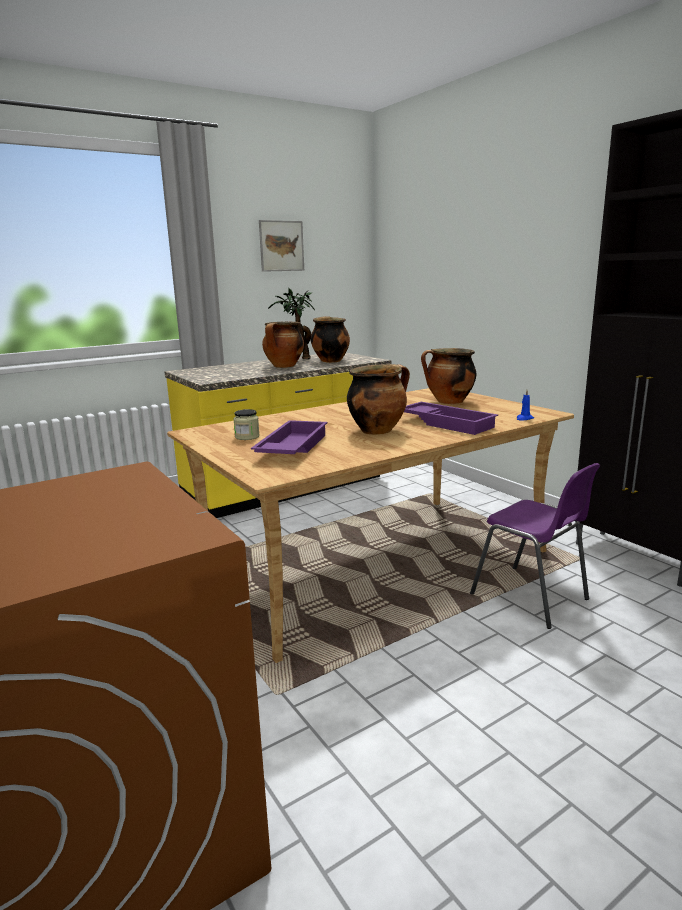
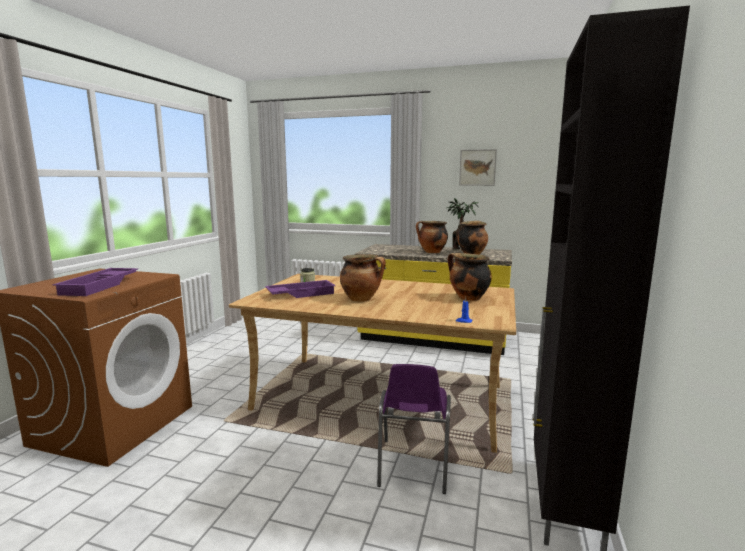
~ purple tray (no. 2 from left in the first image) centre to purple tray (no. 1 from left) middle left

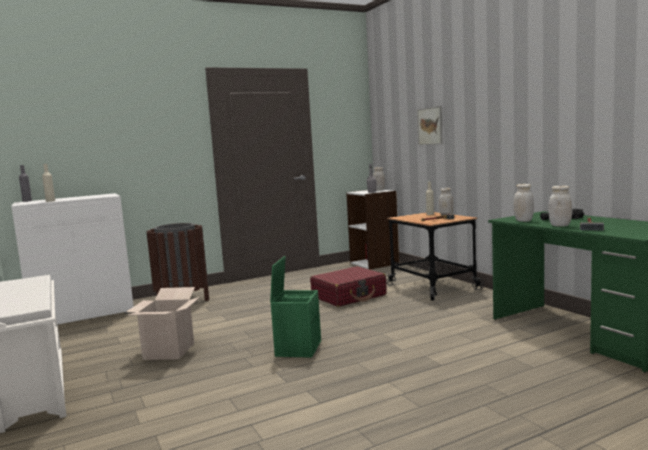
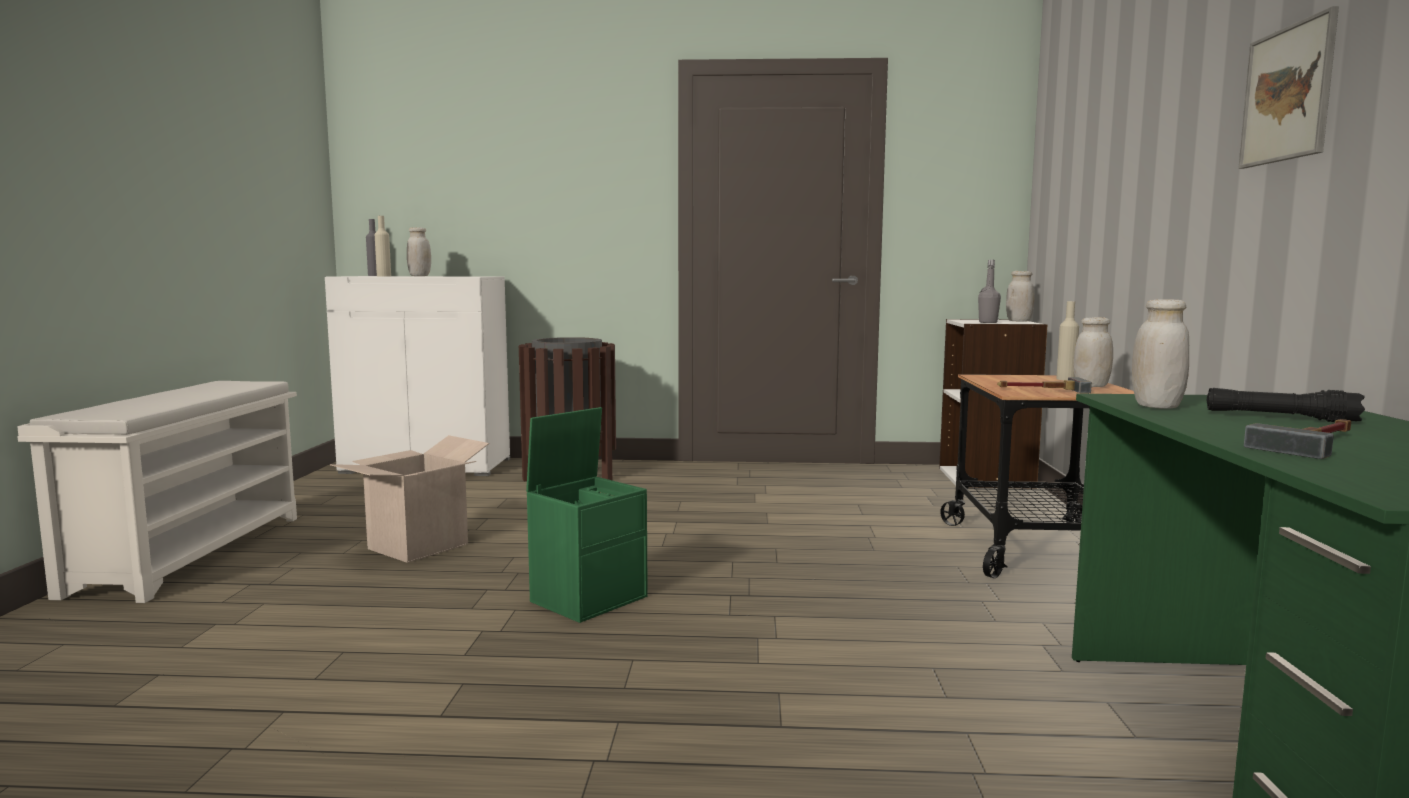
~ white jar (no. 4 from left in the first image) middle right to white jar (no. 1 from left) top left
~ picture top centre to top right
- red suitcase centre

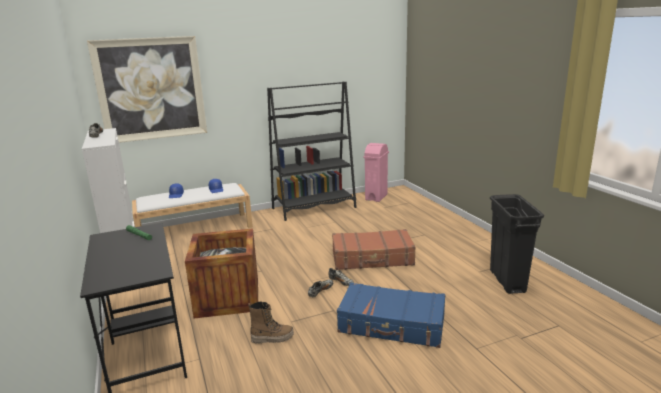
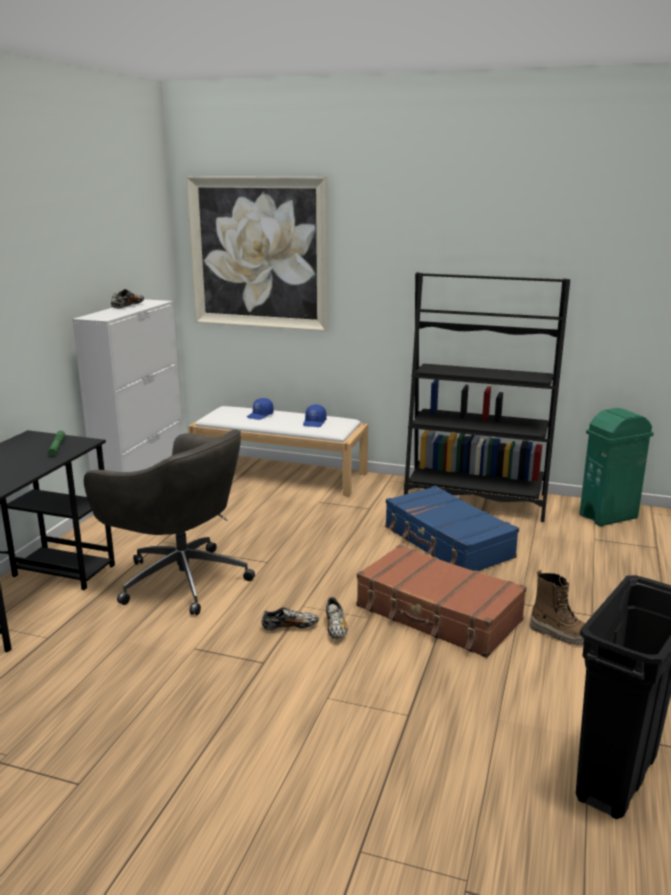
~ crate bottom centre to grey office chair middle left
~ blue suitcase bottom centre to middle right
~ boot bottom centre to bottom right
~ pink trash can centre to green trash can middle right

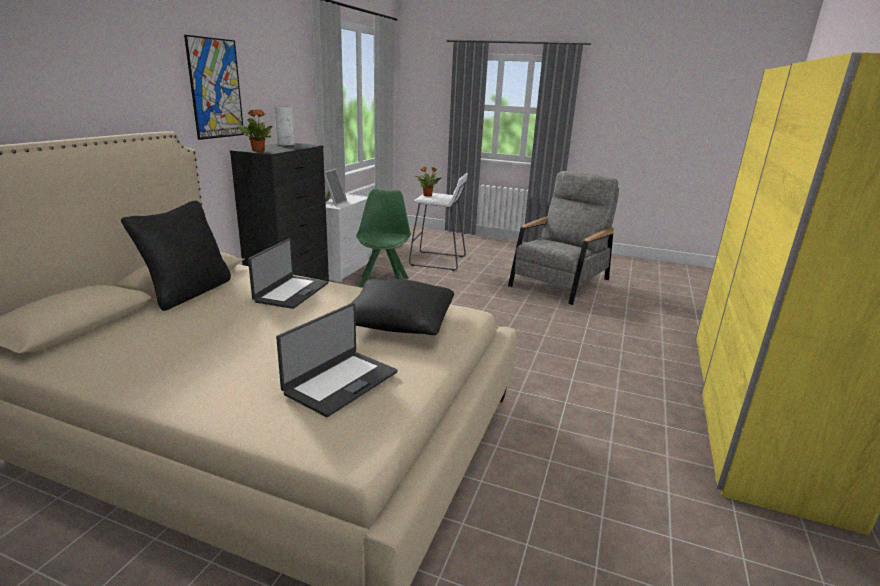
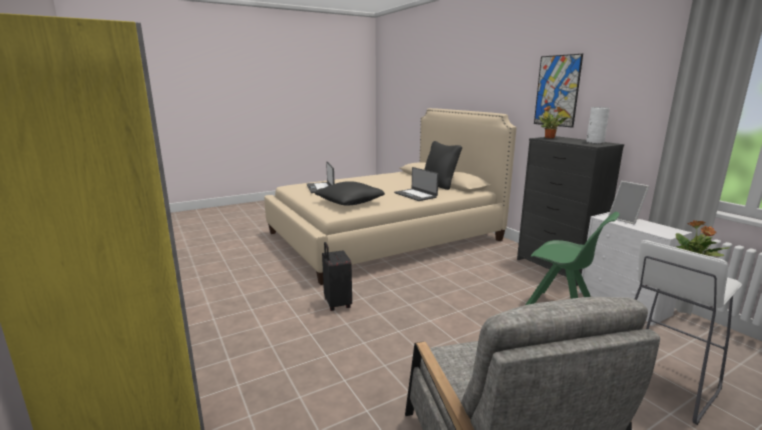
+ black suitcase centre

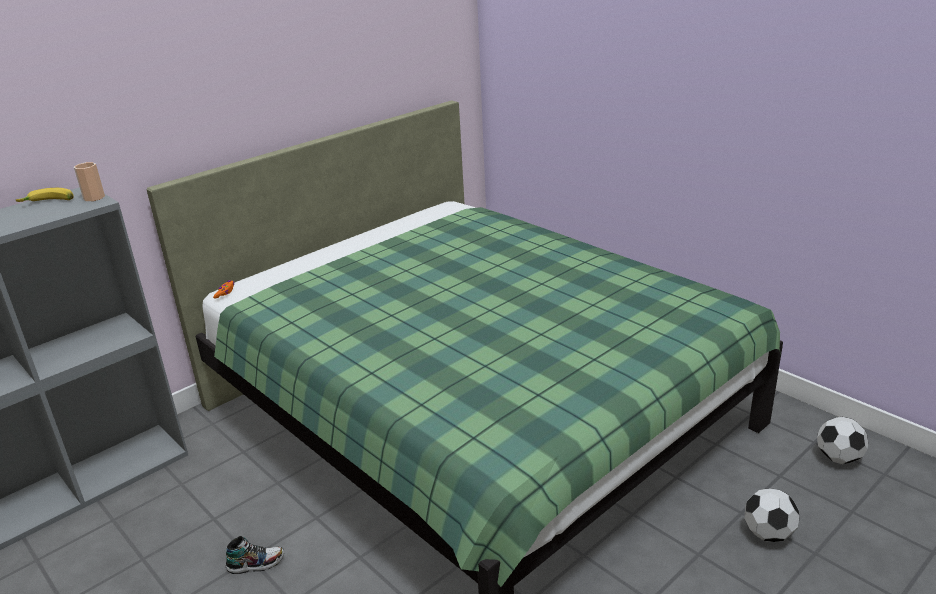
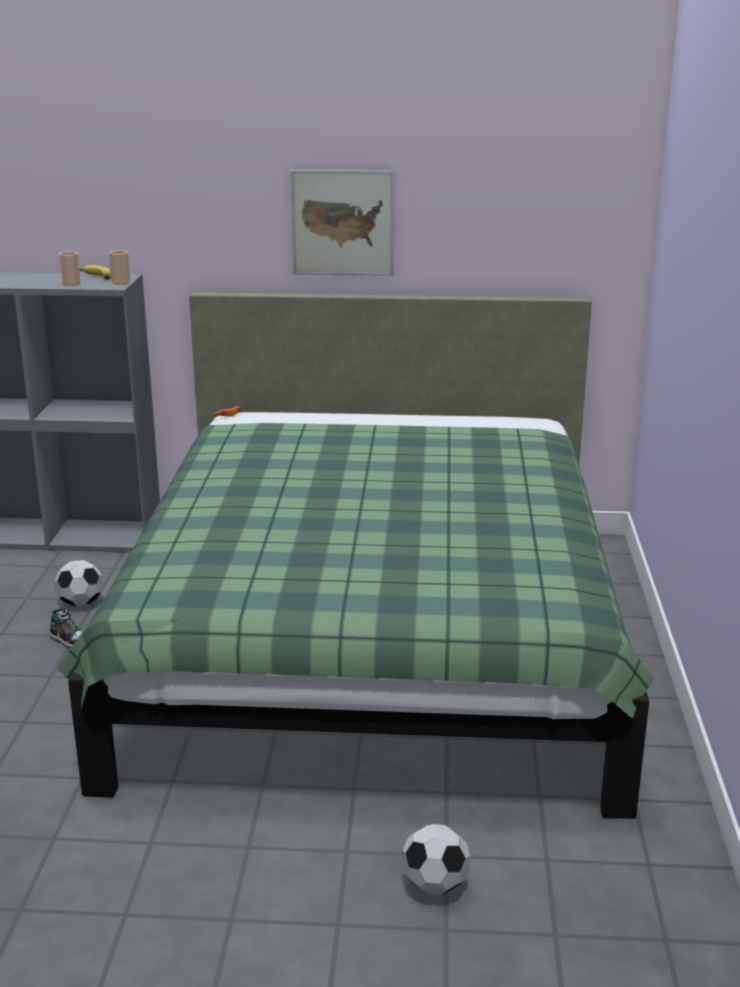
~ football (no. 2 from left in the first image) bottom right to football (no. 1 from left) middle left
+ cup (no. 1 from left) top left
+ picture top centre

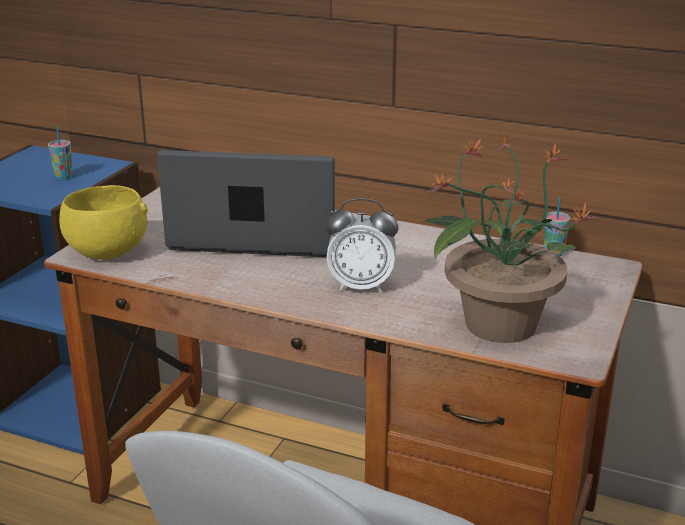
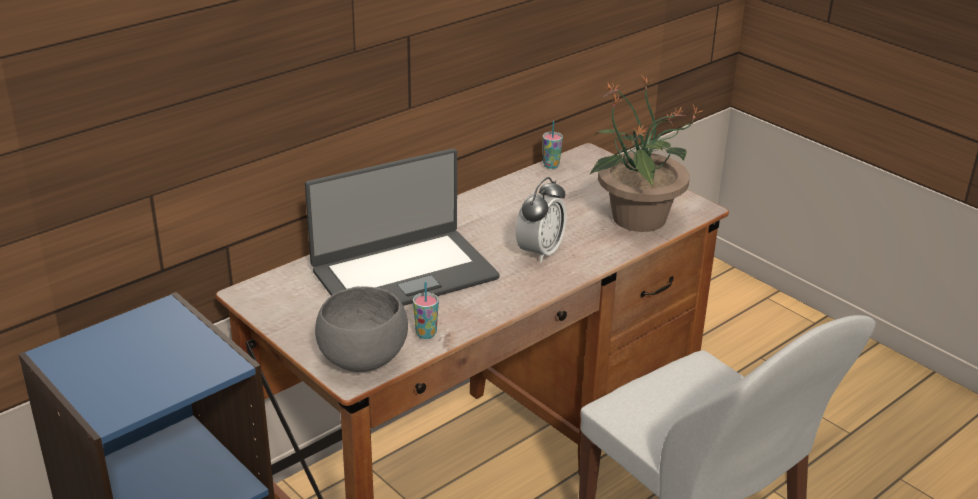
~ laptop centre = centre 150 degrees counterclockwise
~ yellow bowl middle left to grey bowl centre
~ cup (no. 1 from left) top left to centre

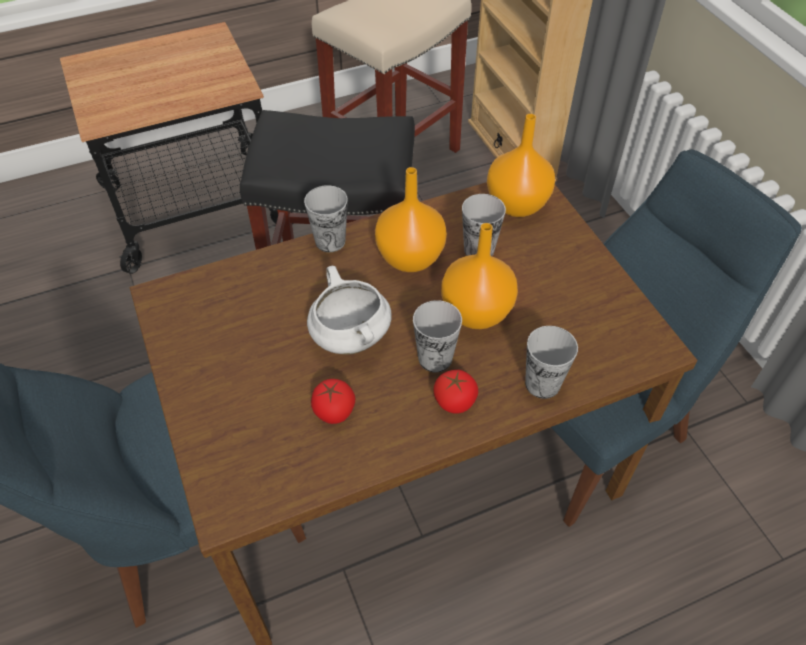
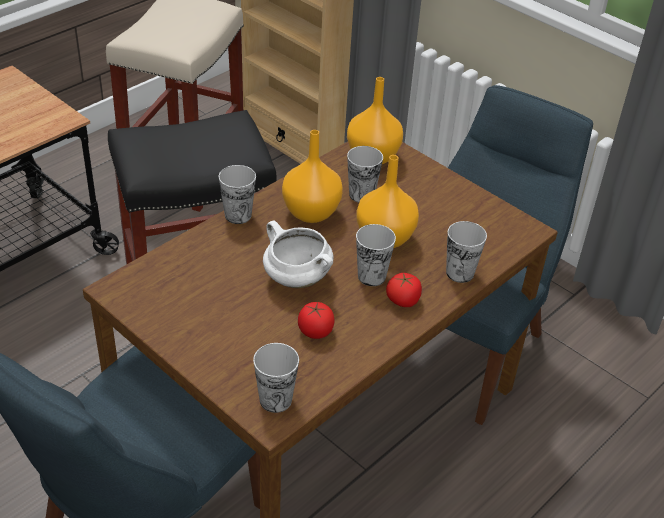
+ cup (no. 2 from left) bottom centre

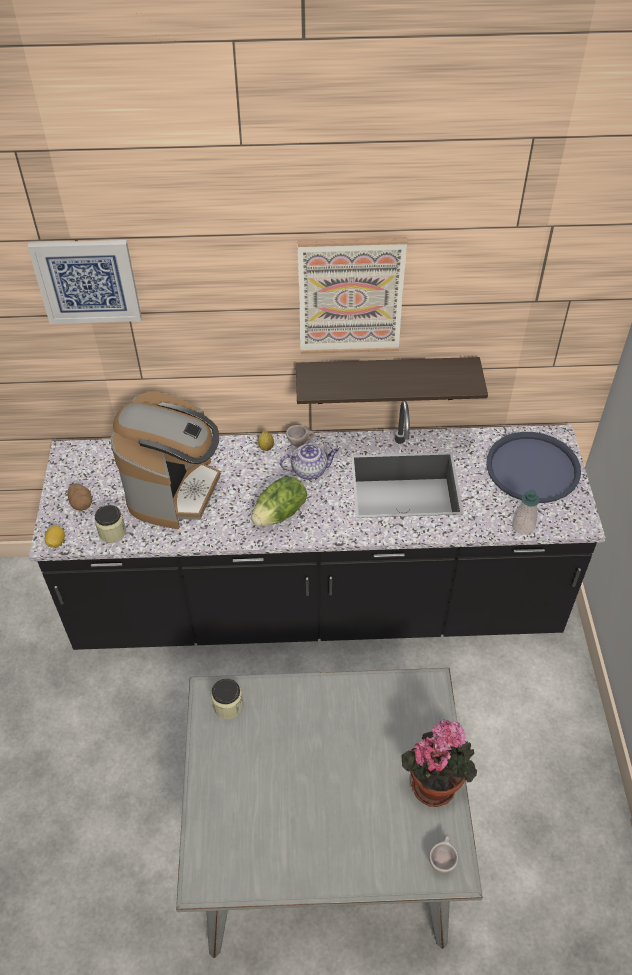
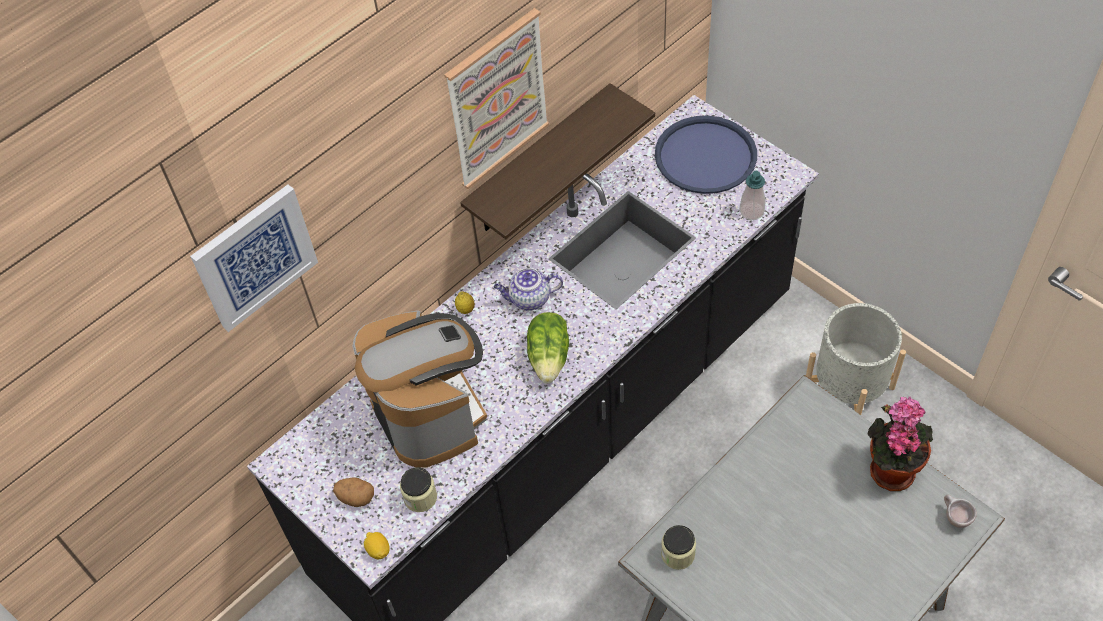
~ teapot centre = centre 135 degrees counterclockwise
+ grey planter middle right
- beige cup (no. 1 from left) centre

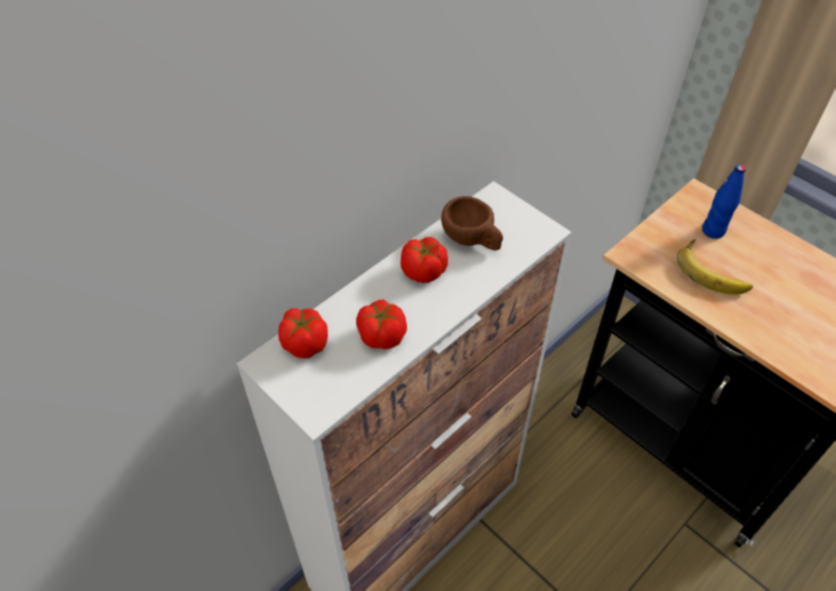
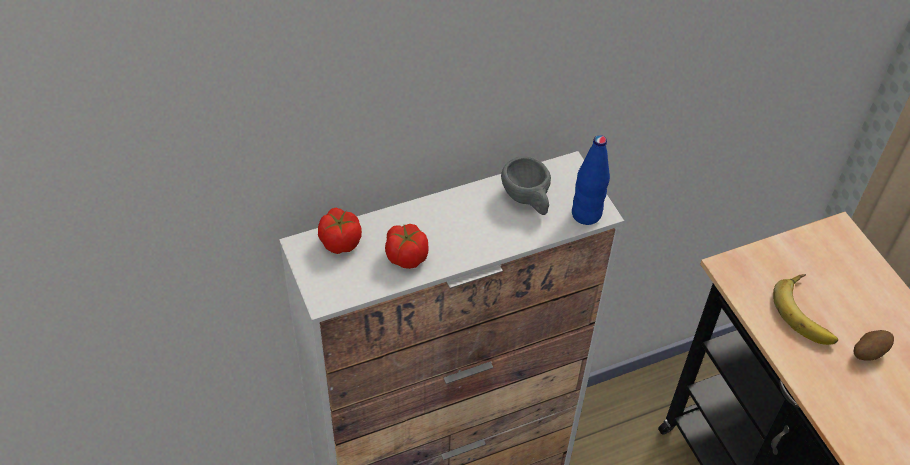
~ brown cup centre to grey cup centre
~ blue bottle middle right to centre
+ potato bottom right
- tomato (no. 3 from left) centre

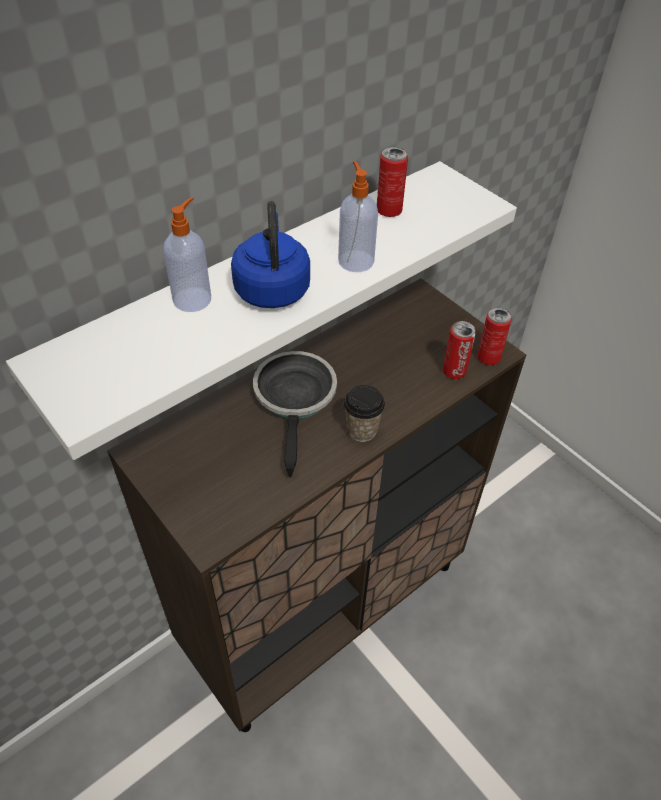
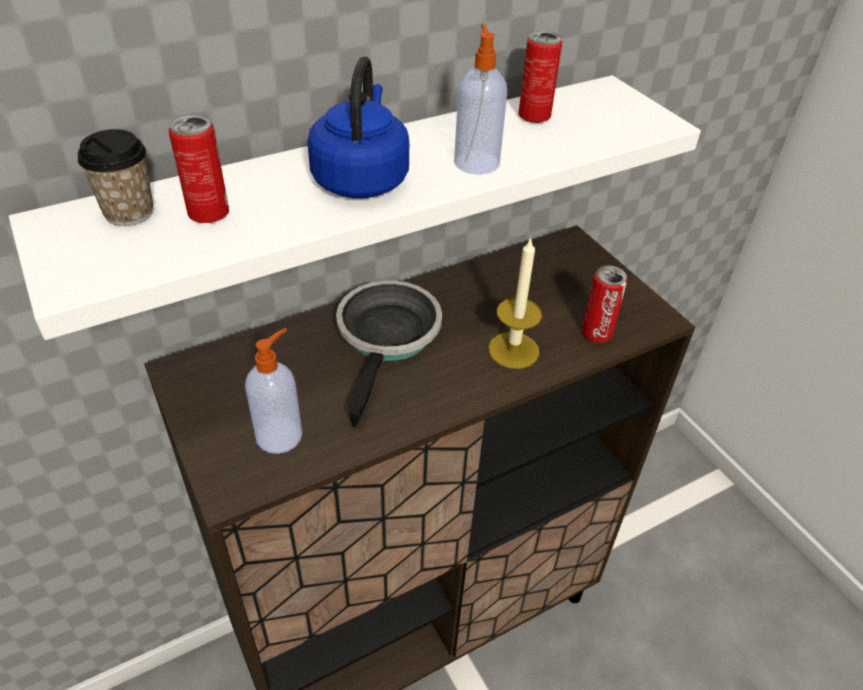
~ cup centre to top left
~ can (no. 3 from left in the first image) middle right to can (no. 1 from left) top left
~ soap dispenser (no. 1 from left) top left to middle left
+ candle centre

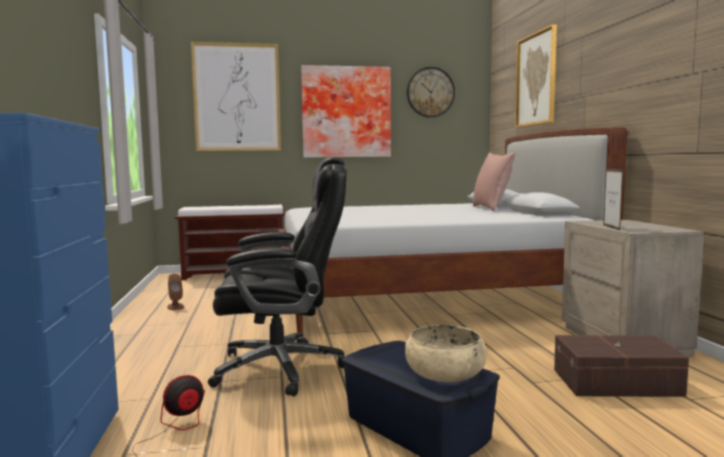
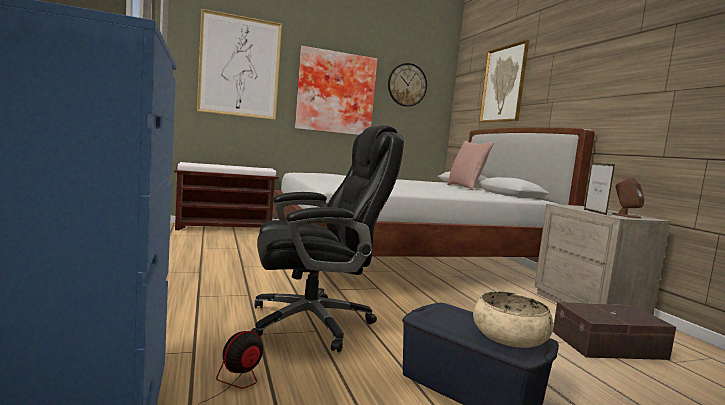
~ brown speaker middle left to middle right

